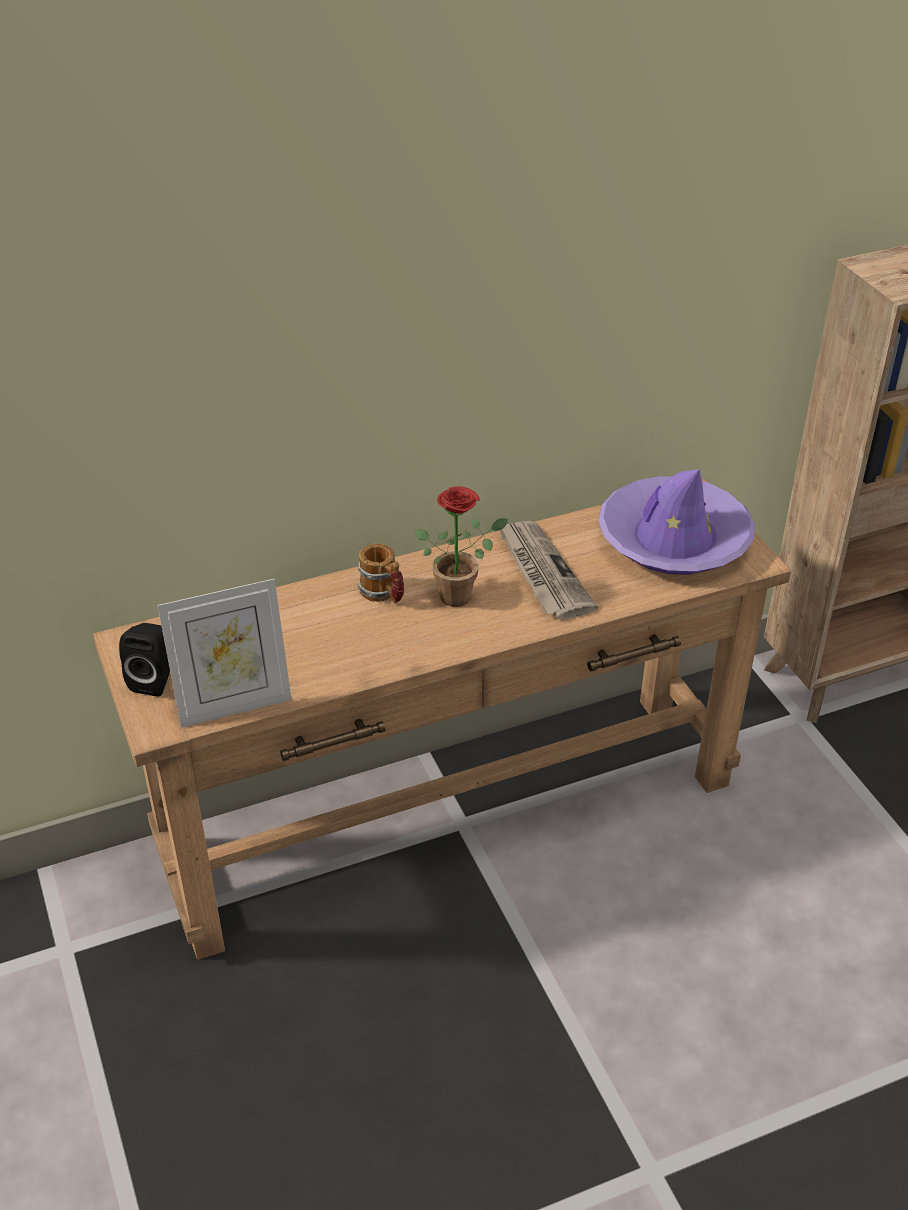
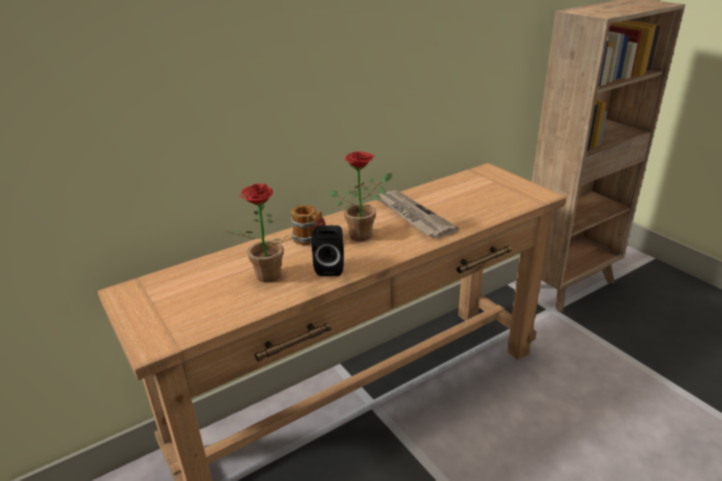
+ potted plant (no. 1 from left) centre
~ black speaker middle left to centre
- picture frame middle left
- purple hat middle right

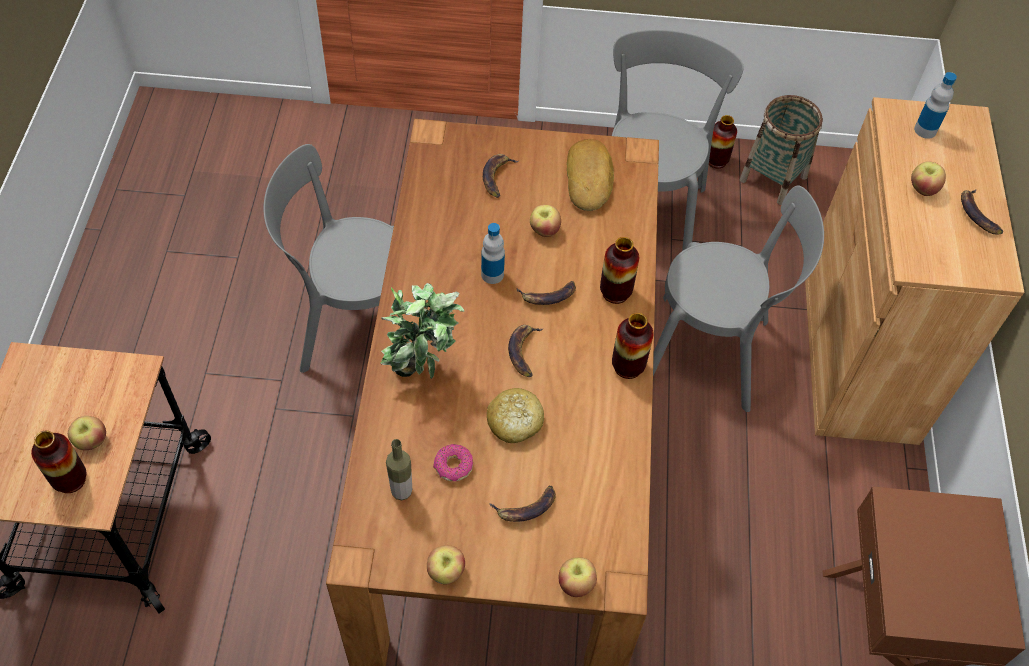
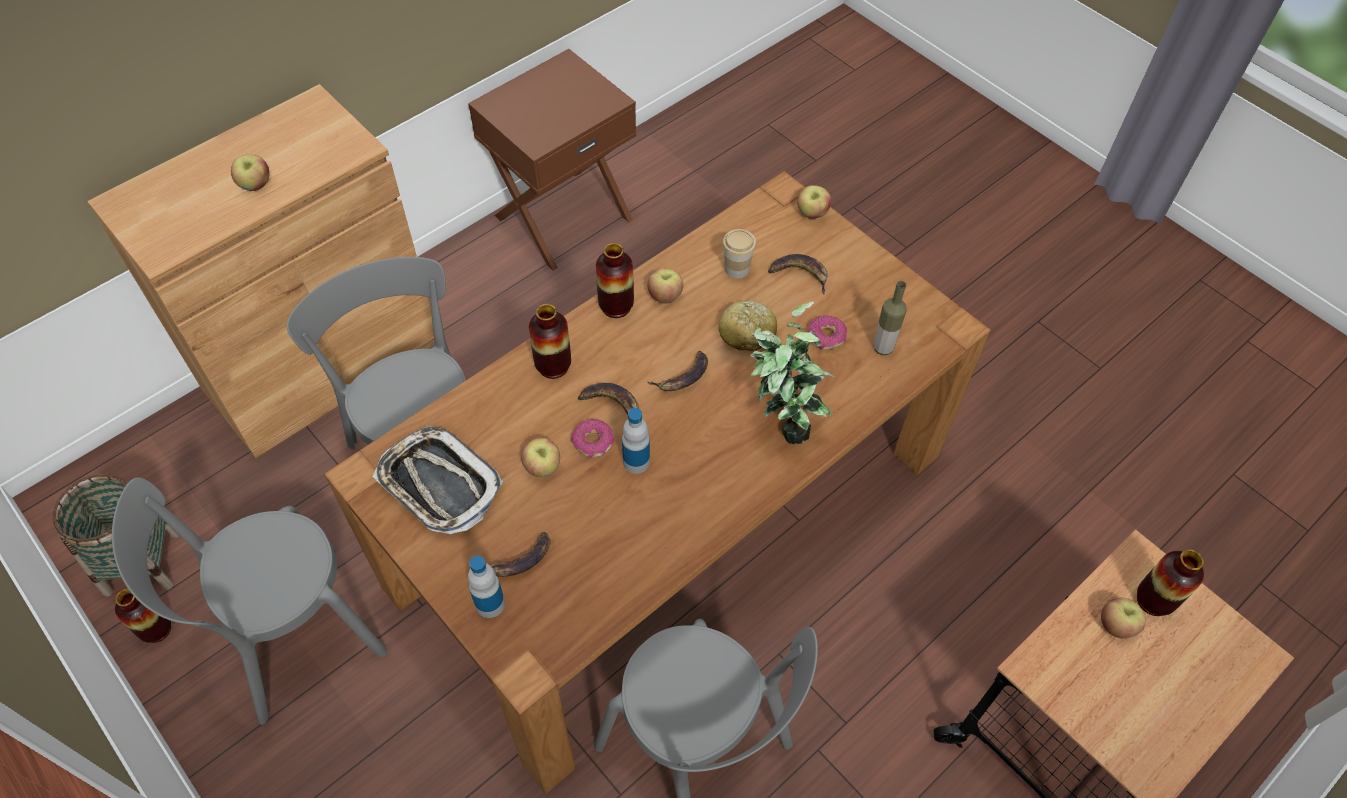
~ bread (no. 2 from left) top centre to tray middle left
~ bottle (no. 3 from left in the first image) top right to bottle (no. 1 from left) bottom centre
+ donut (no. 1 from left) centre
~ apple (no. 2 from left in the first image) bottom centre to apple (no. 3 from left) centre
+ cup top centre
- banana (no. 5 from left) top right

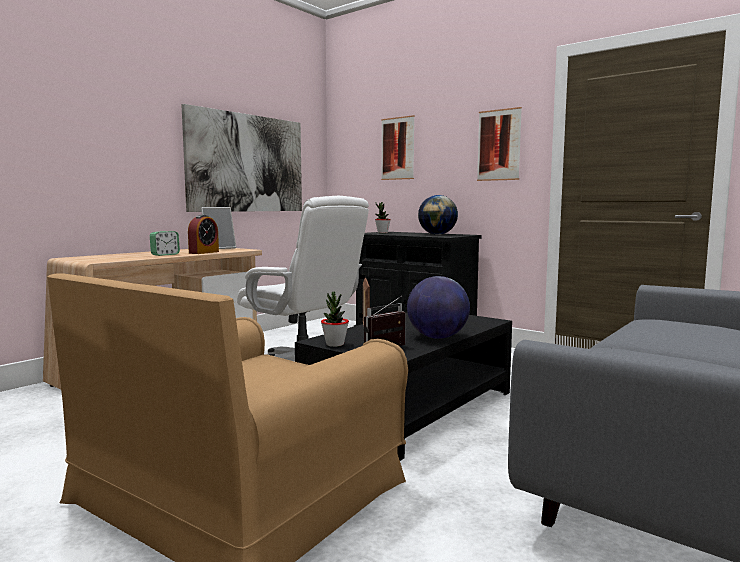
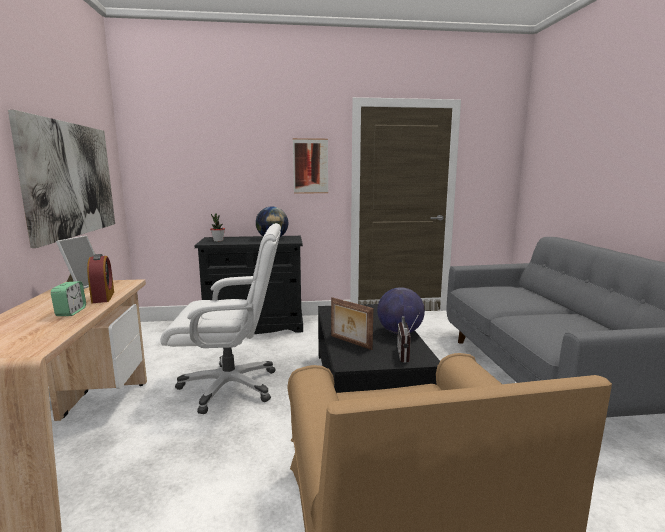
- potted plant (no. 1 from left) centre
- picture (no. 2 from left) top centre

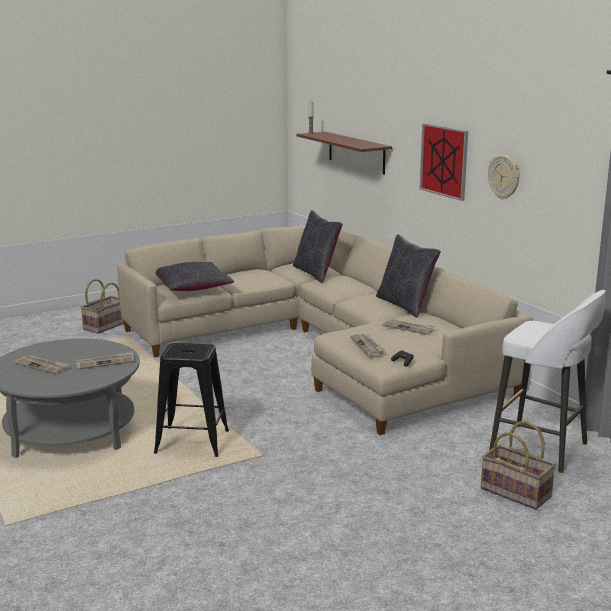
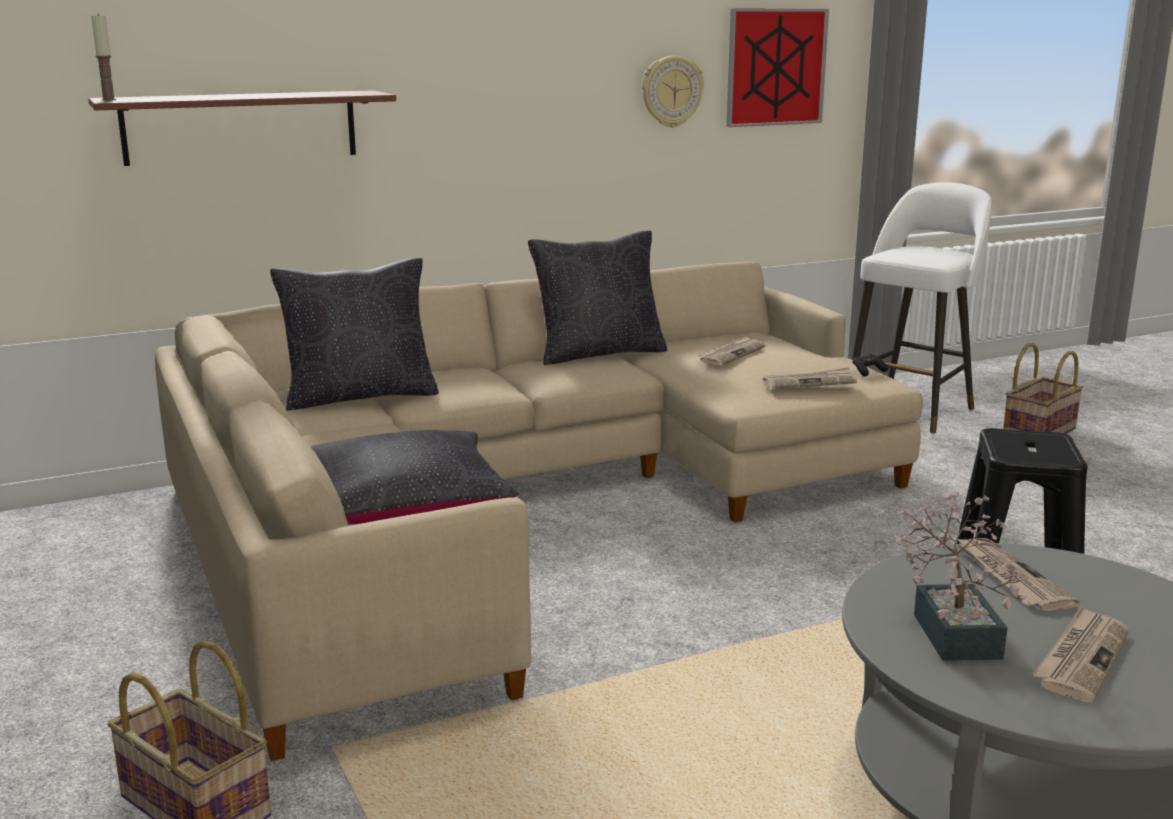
~ picture top right to top centre
+ potted plant bottom right

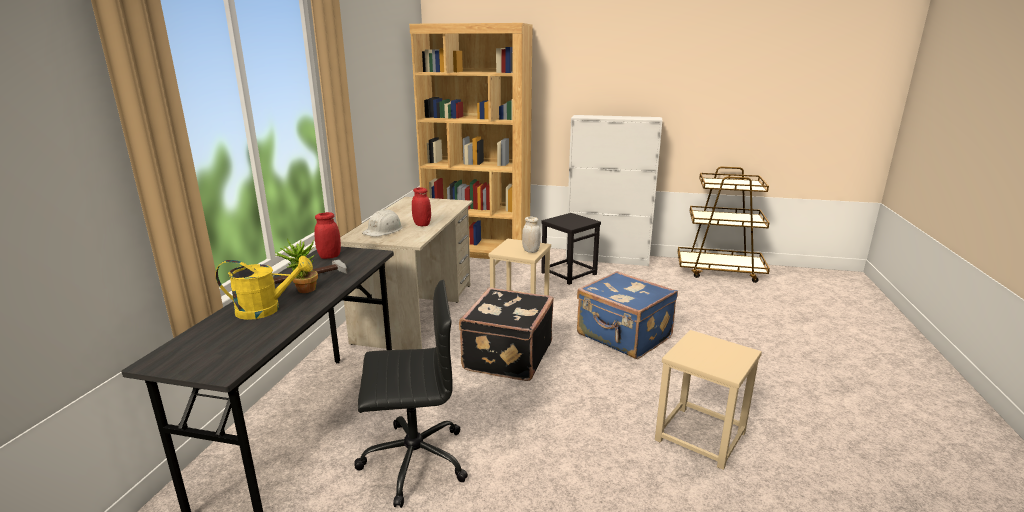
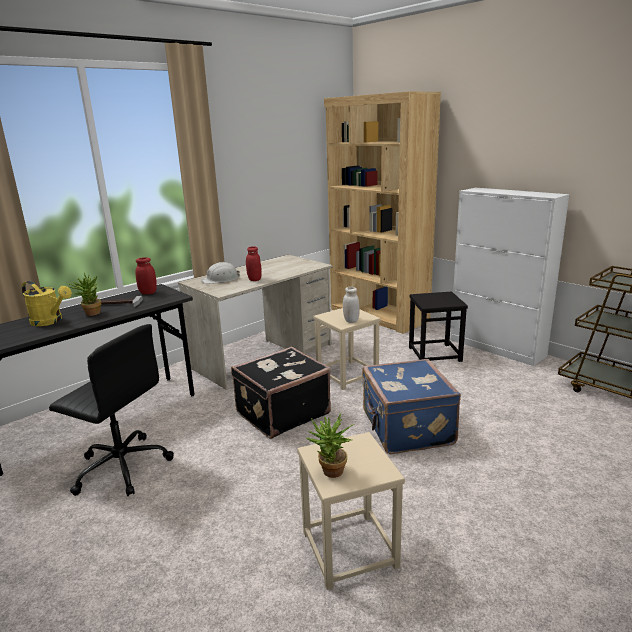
+ potted plant (no. 2 from left) bottom centre

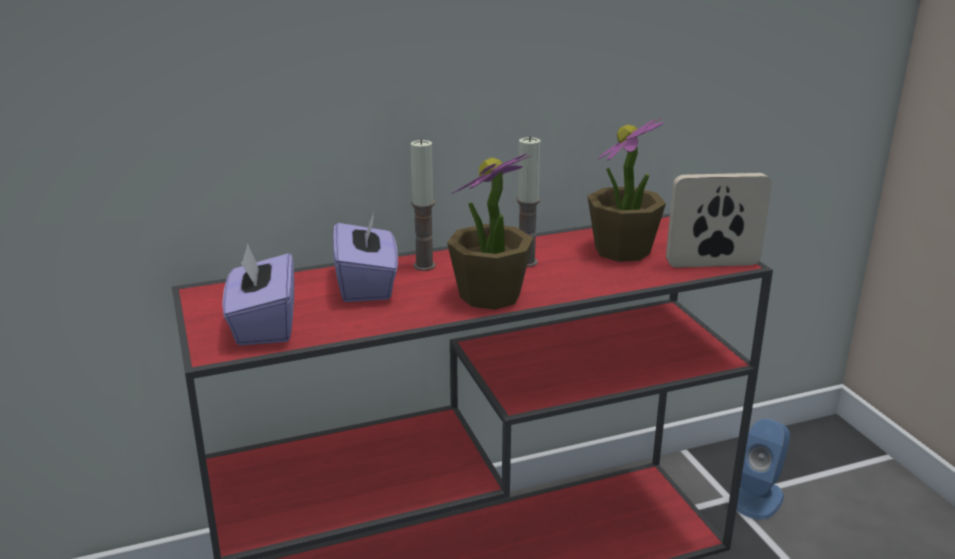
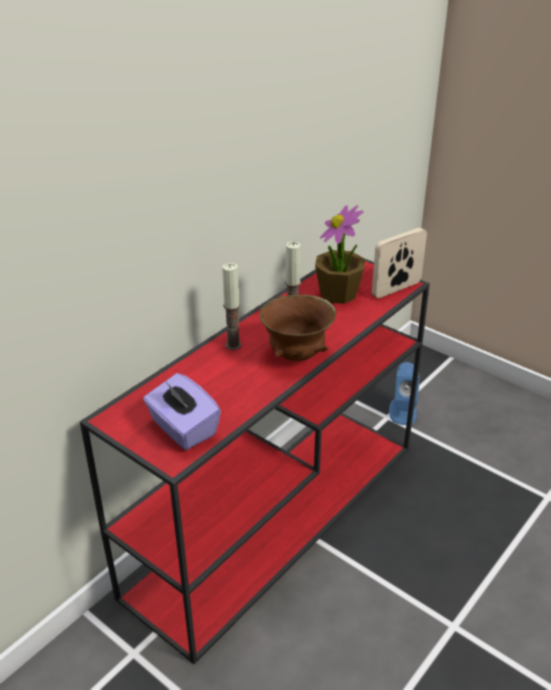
~ potted plant (no. 1 from left) centre to brown bowl centre
- purple tissue box (no. 2 from left) centre

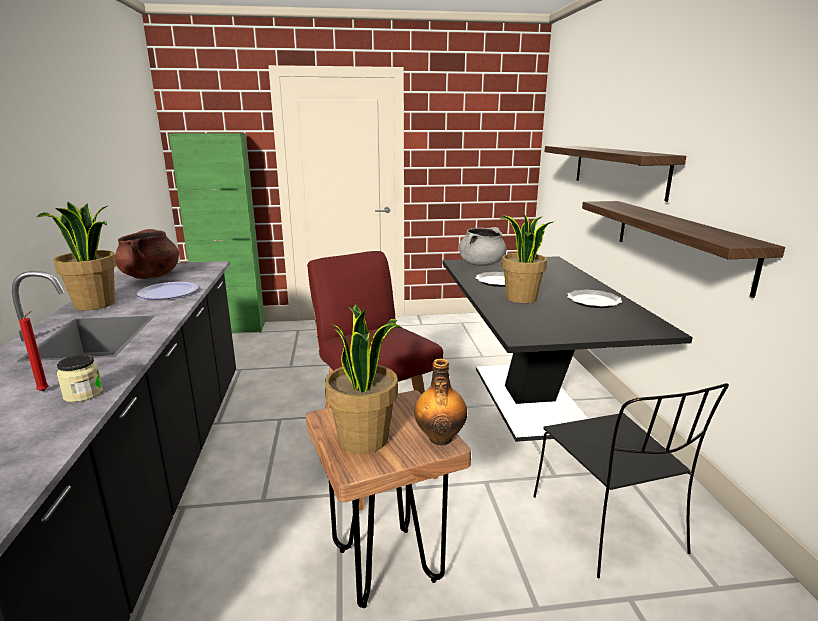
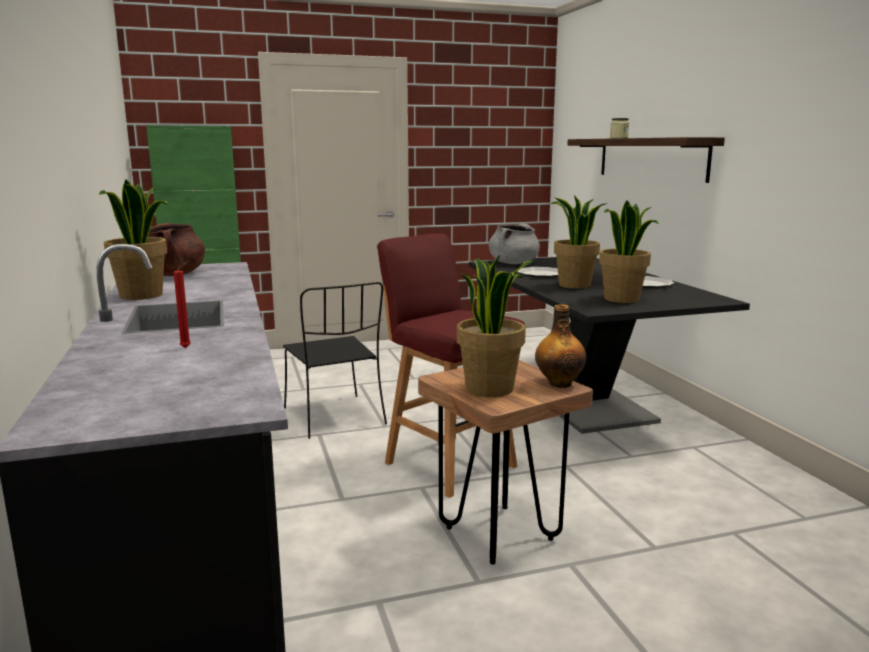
~ black chair bottom right to centre
+ potted plant (no. 4 from left) middle right
~ jar middle left to top right
- plate (no. 1 from left) middle left
- shelf (no. 2 from left) middle right

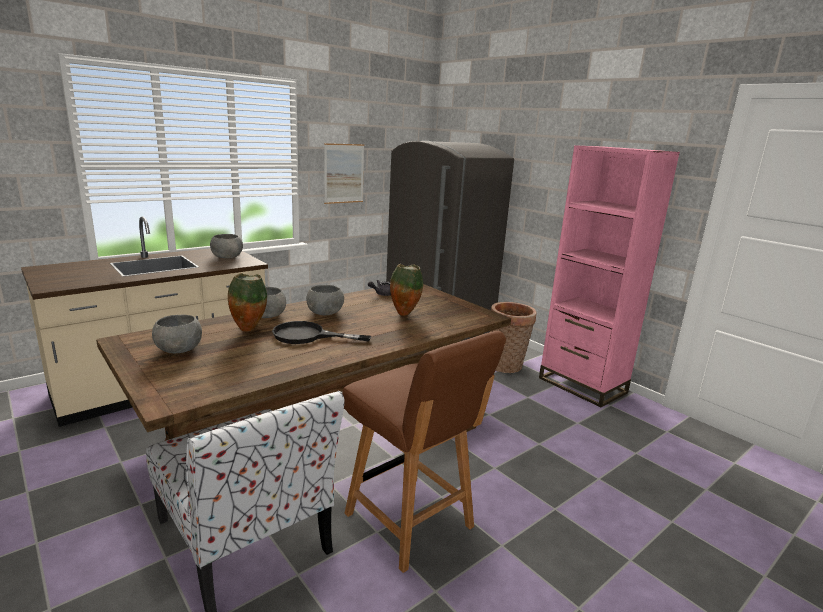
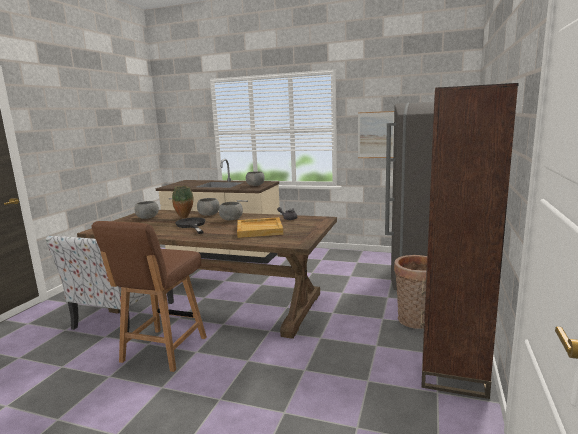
~ vase (no. 2 from left) centre to beige tray centre
~ pink bookcase middle right to brown bookcase middle right

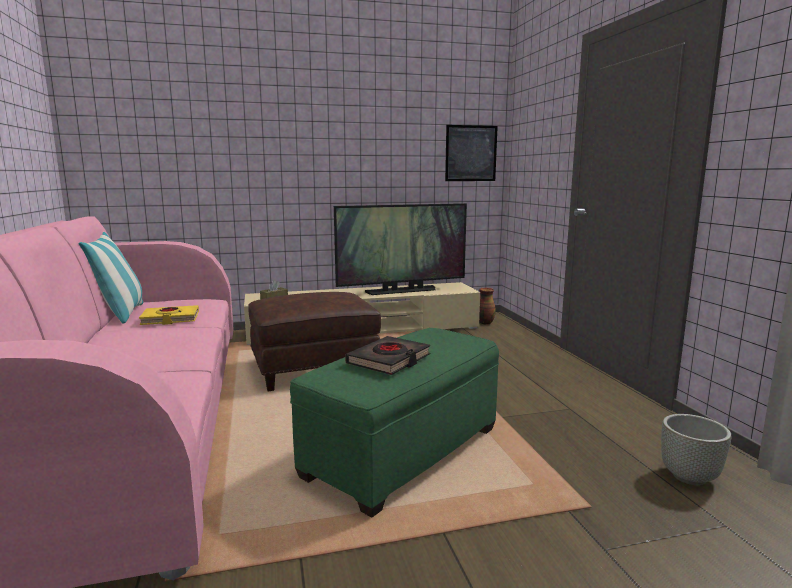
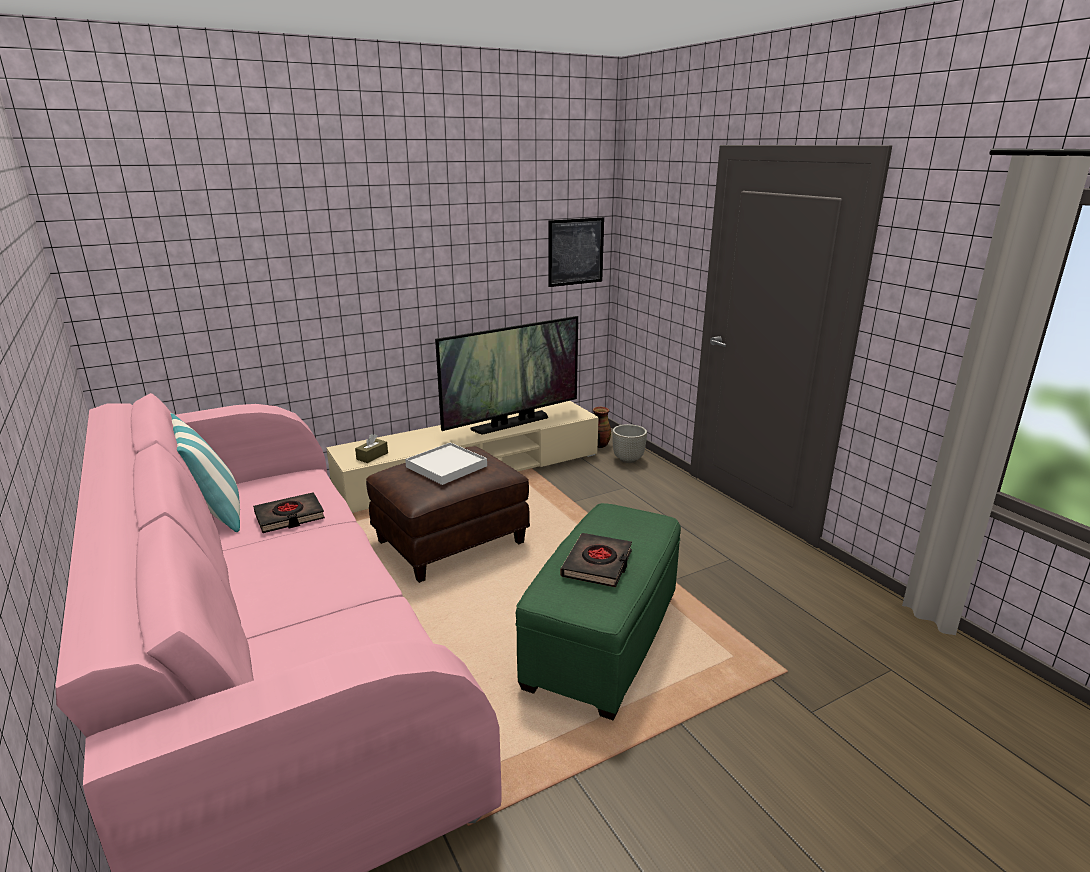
~ yellow book middle left to black book (no. 1 from left) middle left
+ white tray centre
~ grey planter bottom right to centre

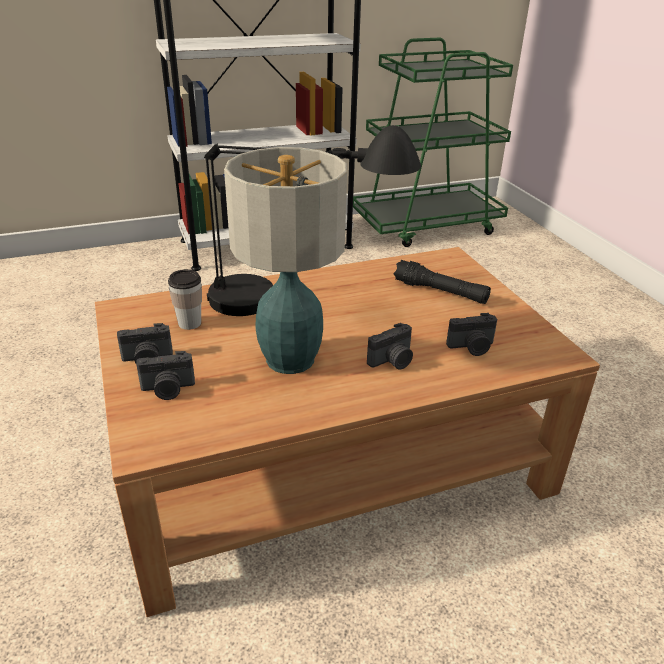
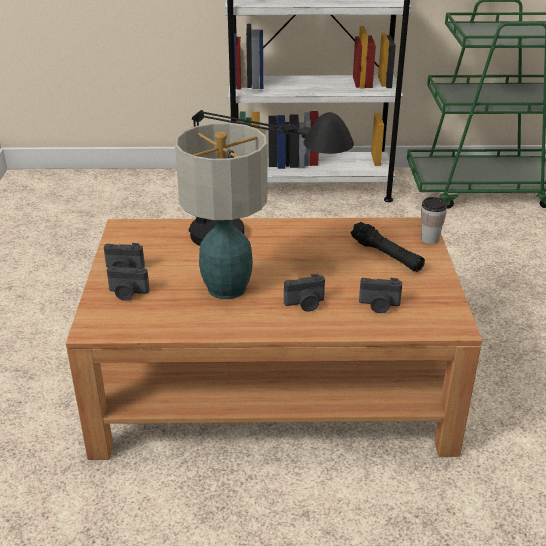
~ cup middle left to middle right

